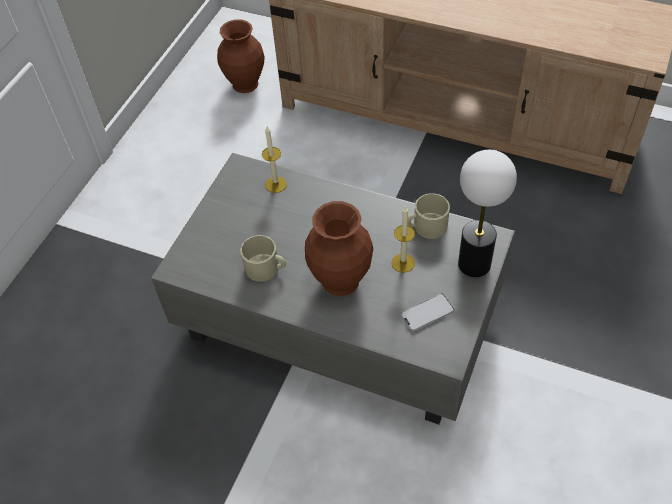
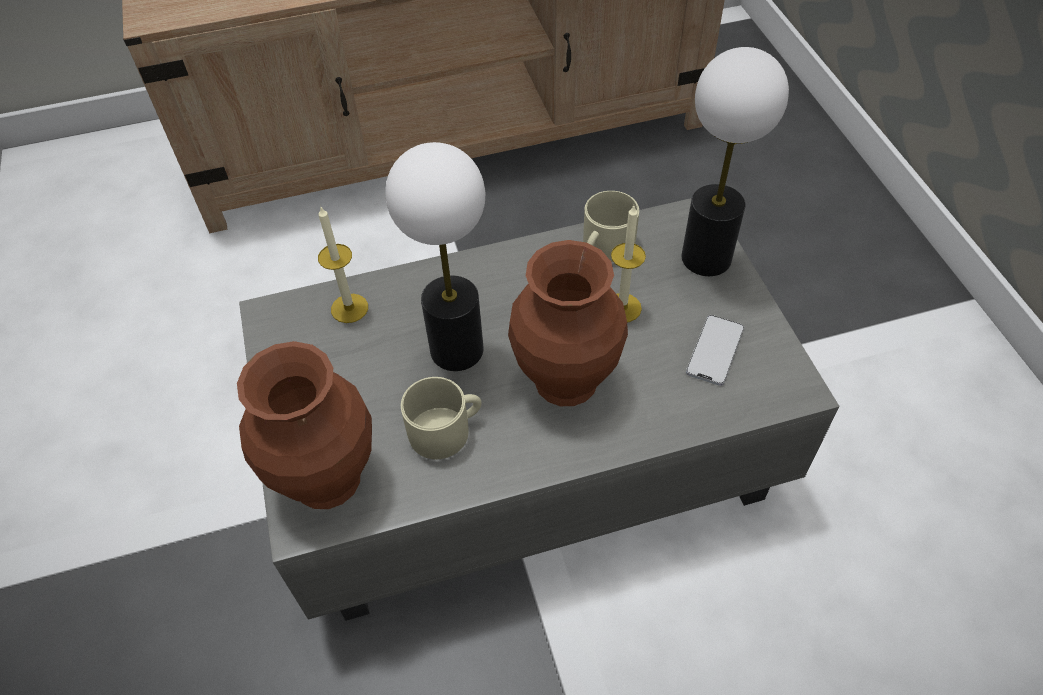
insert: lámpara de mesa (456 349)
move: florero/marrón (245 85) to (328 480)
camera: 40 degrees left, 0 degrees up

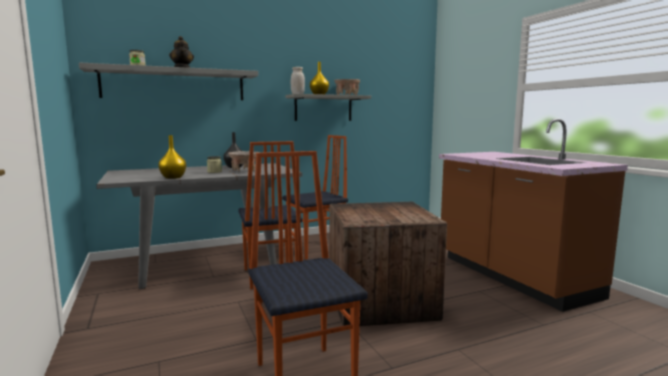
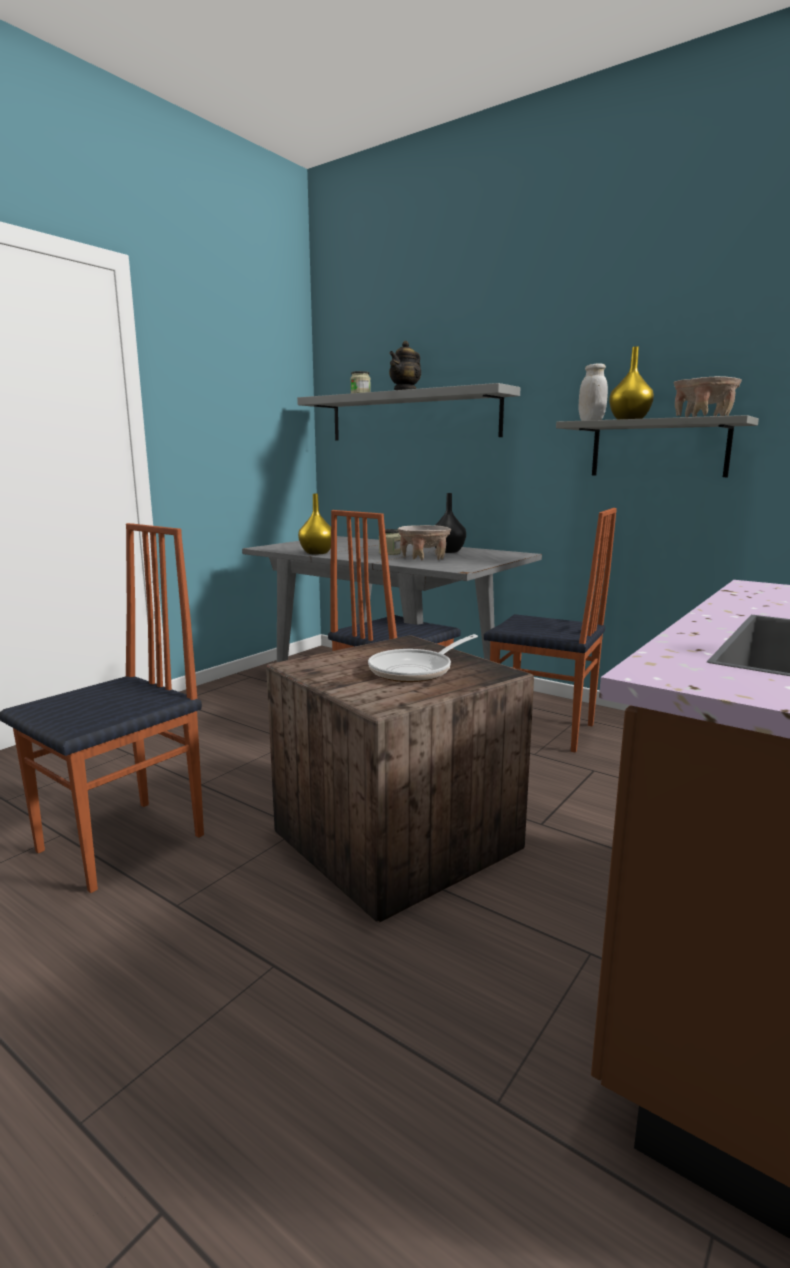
insert: sartén (416 670)
camera: 60 degrees right, 5 degrees up

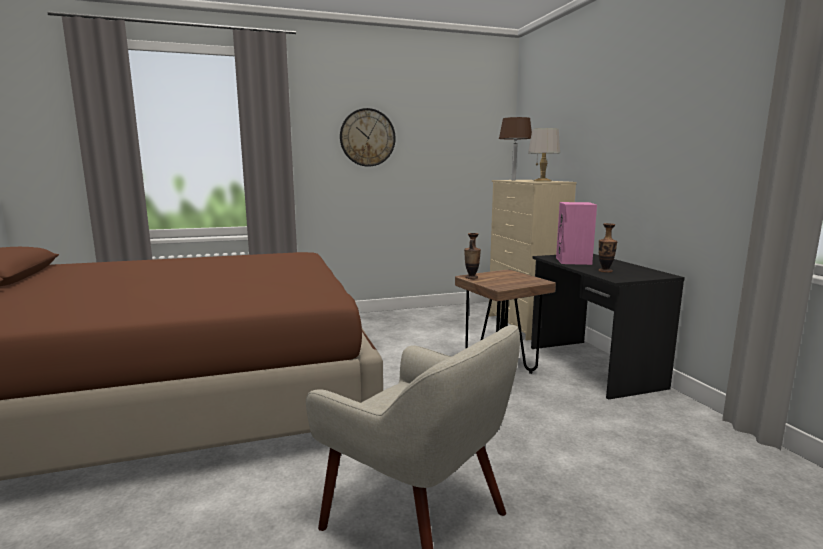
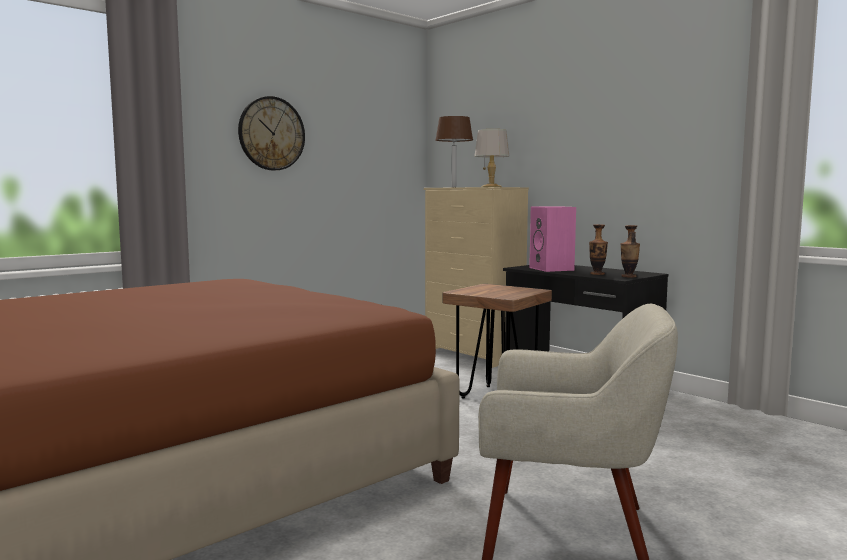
move: florero (471 278) to (628 276)
camera: 25 degrees left, 5 degrees down

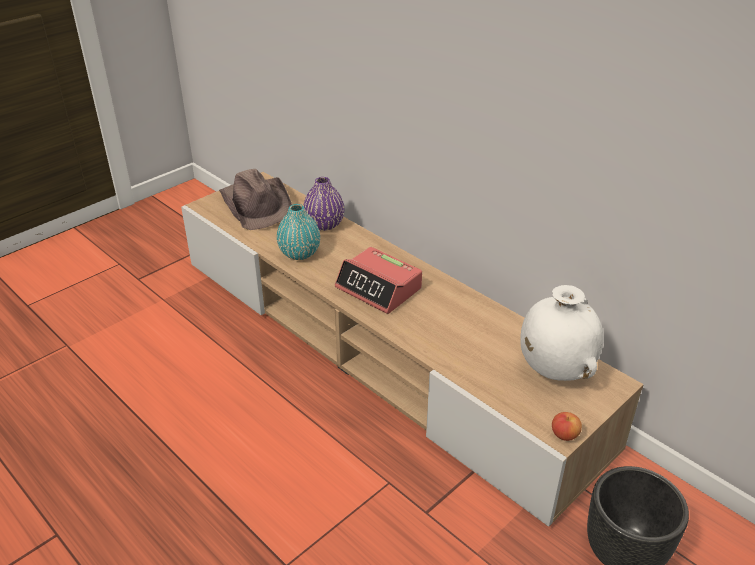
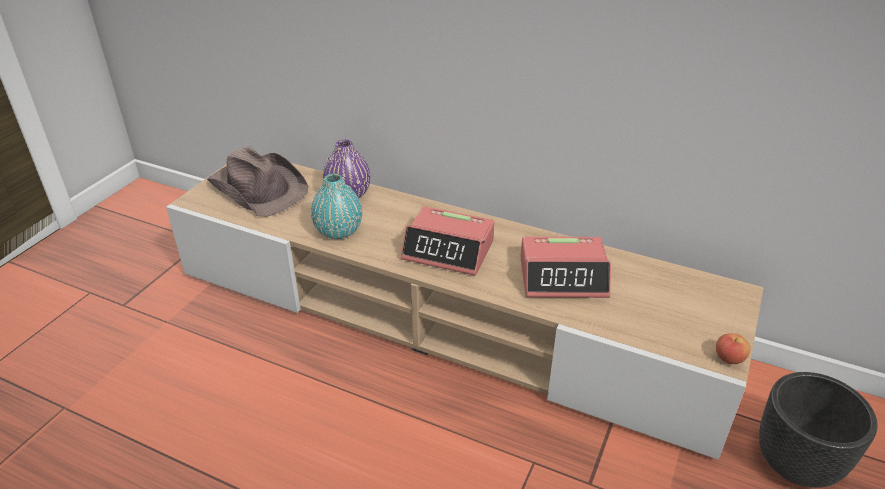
delete: florero/blanco (554 370)
insert: despertador (563 277)
camera: 20 degrees left, 0 degrees up

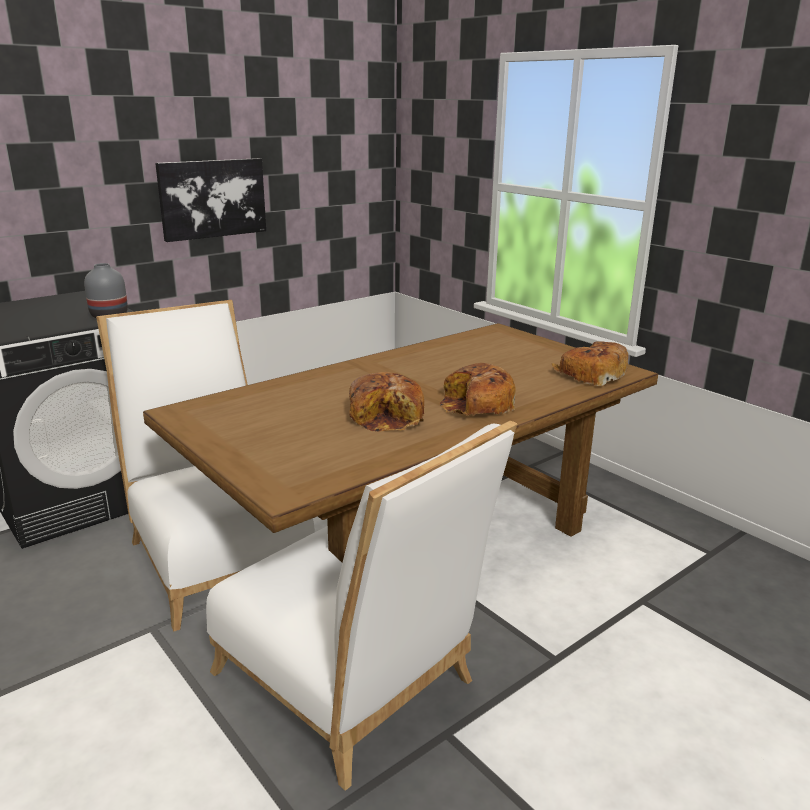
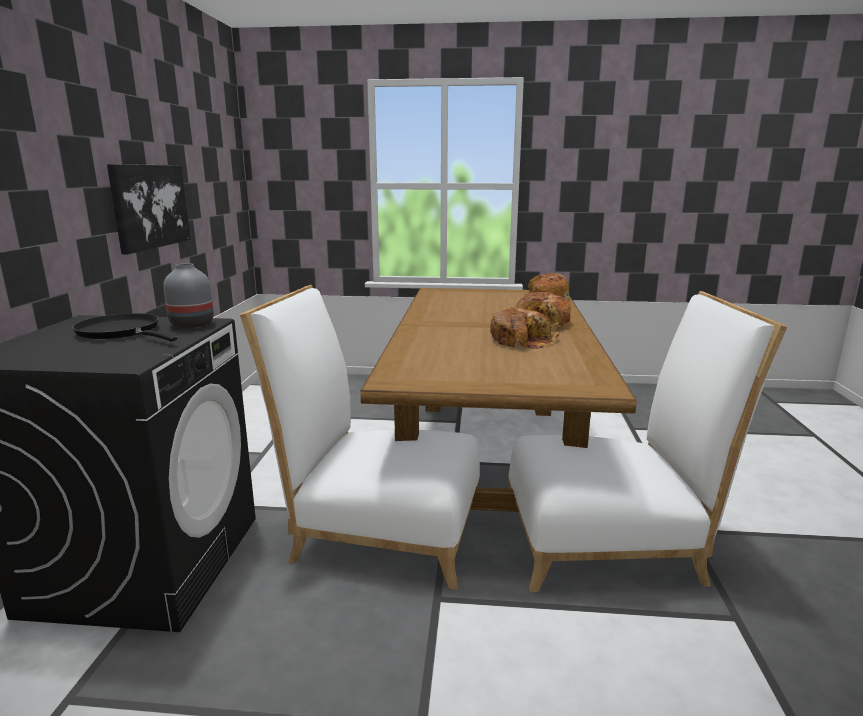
insert: sartén/negro (122 332)
camera: 45 degrees left, 5 degrees down

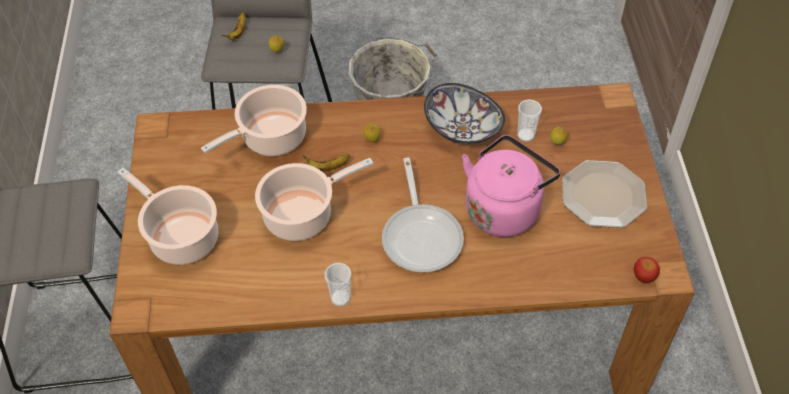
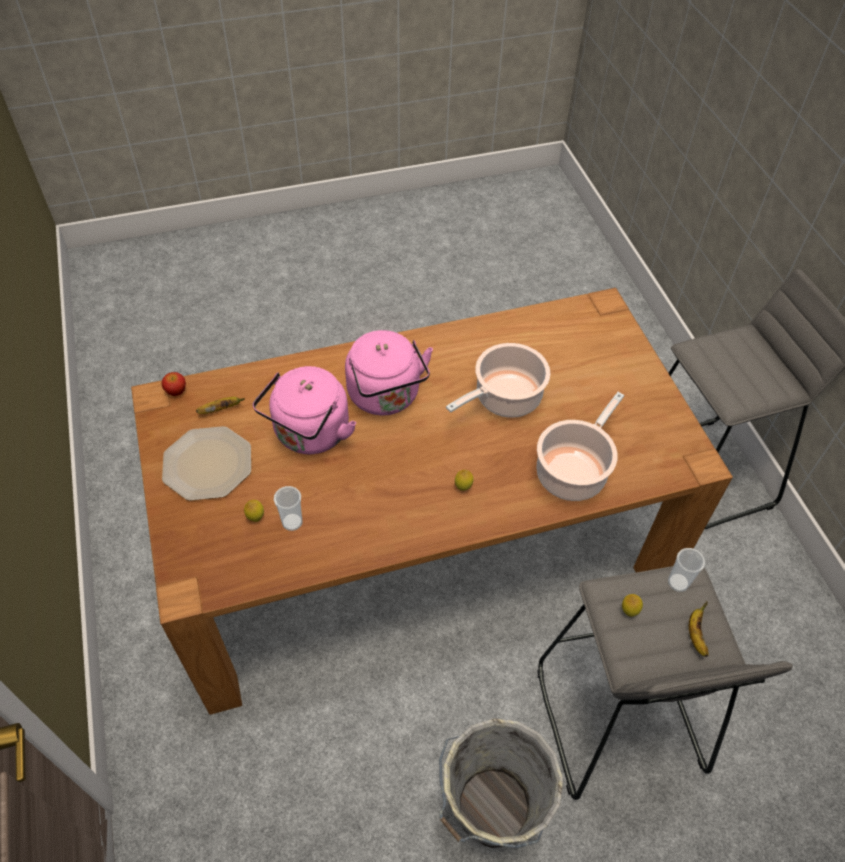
delete: cuenco (462 129); olla (181 236)
move: plátano (327 167) to (221 409); taza (340 298) to (678 582)
replace: sartén (421 235) to hervidor/rosa (386 397)
camera: 165 degrees right, 0 degrees up

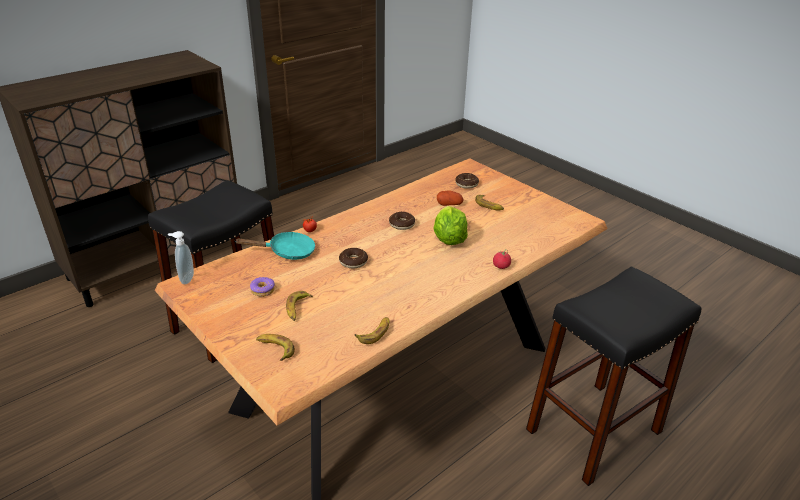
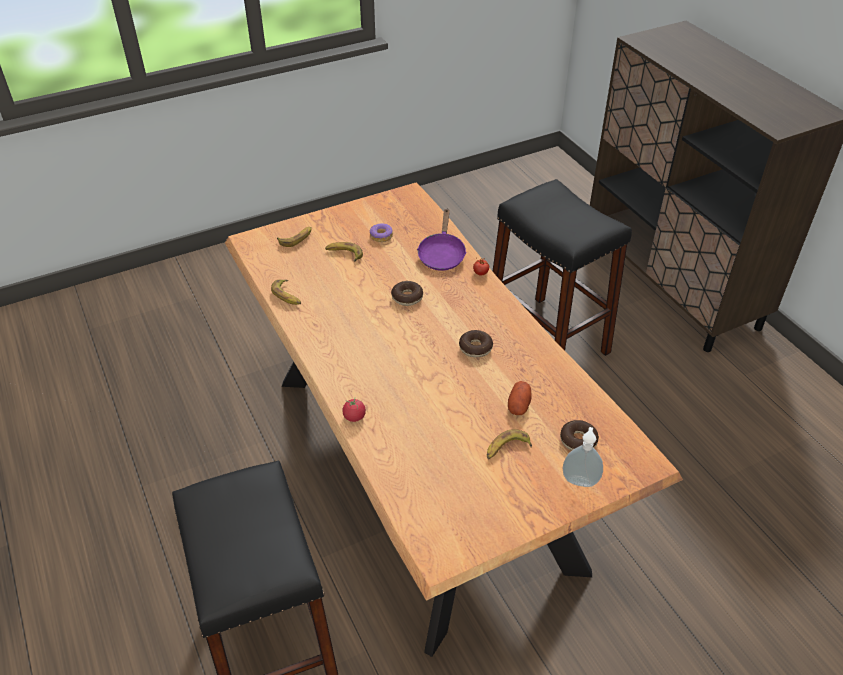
delete: lechuga (449 239)
move: dispensador de jabón (186 279) to (580 480)
recolor: sartén/turquesa (287 252) to sartén/morado (441 254)
camera: 105 degrees right, 10 degrees up

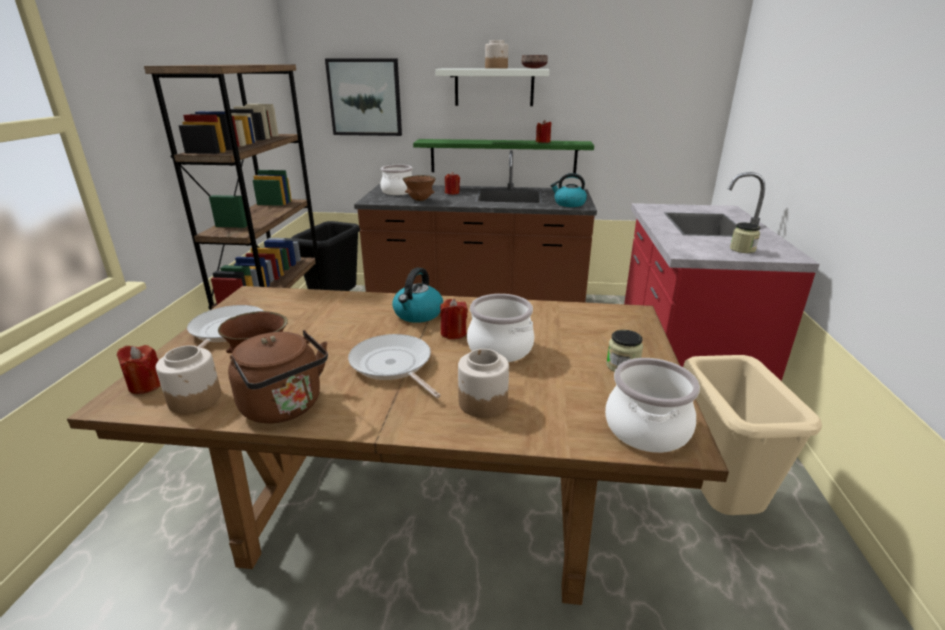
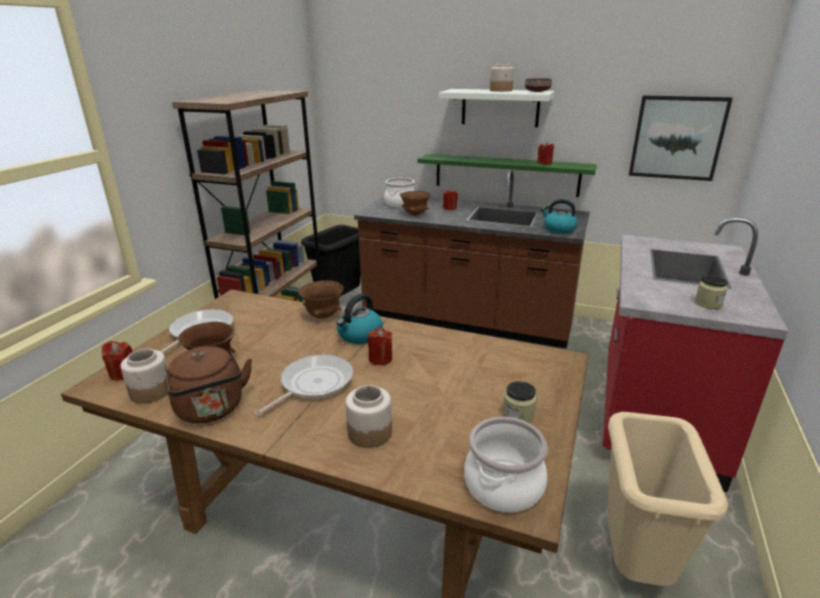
delete: olla (499 349)
insert: cuenco/marrón (323 316)
move: cuadro (365 97) to (677 138)
rotate: sartén (393 365) = (313 384) 60 degrees clockwise
camera: 15 degrees right, 0 degrees up

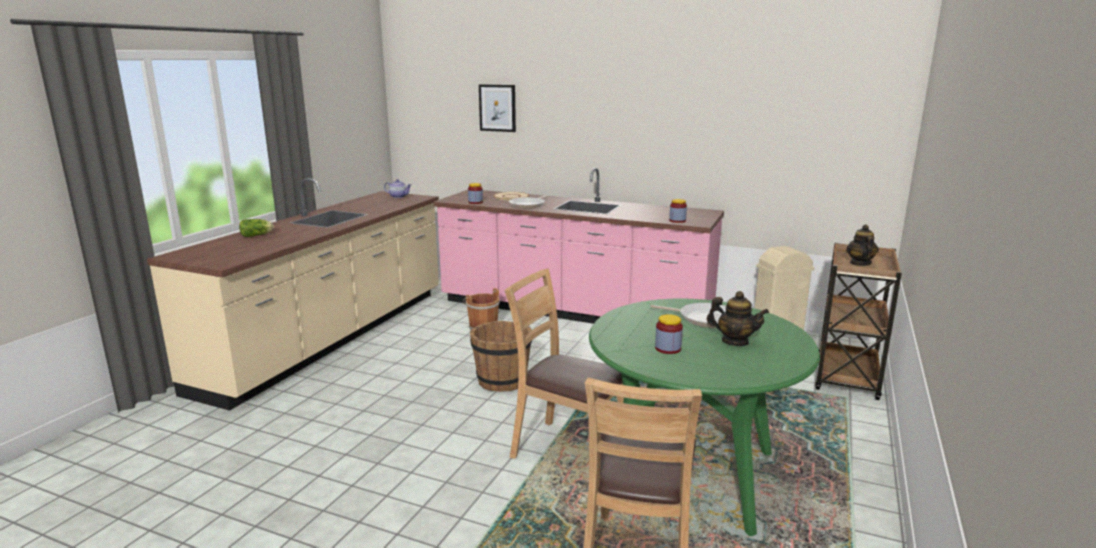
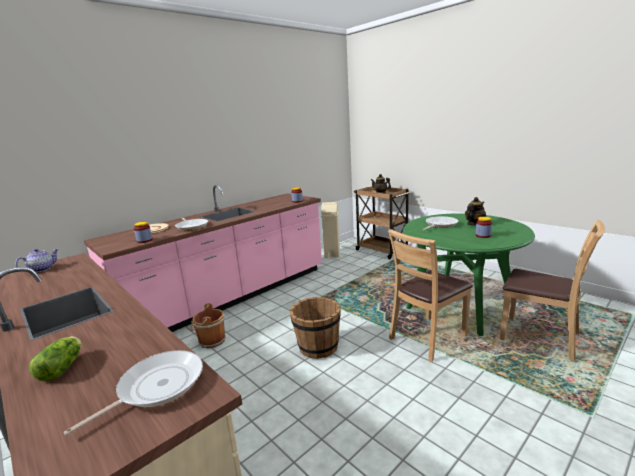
delete: cuadro (497 108)
insert: sartén (157 387)
camera: 65 degrees left, 0 degrees up

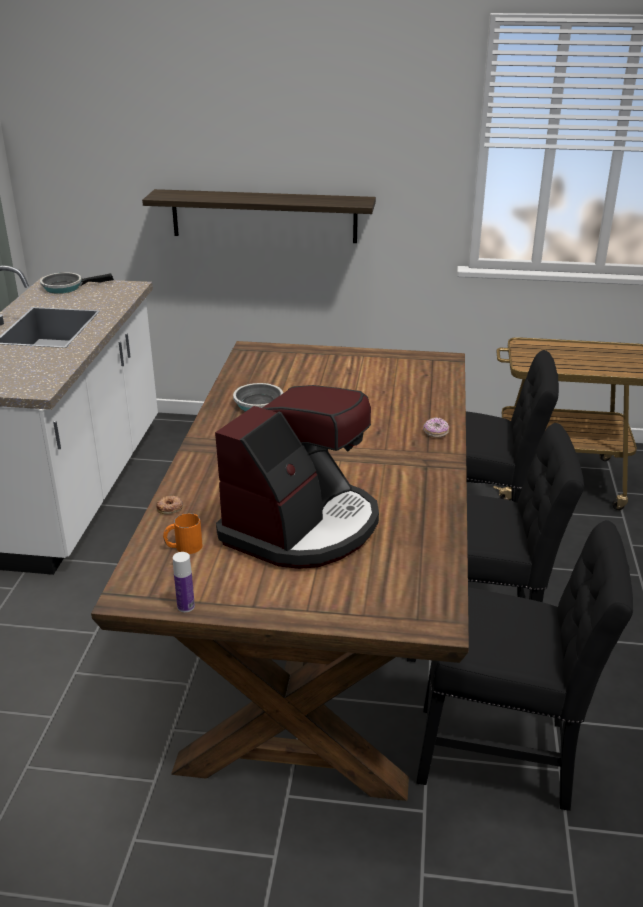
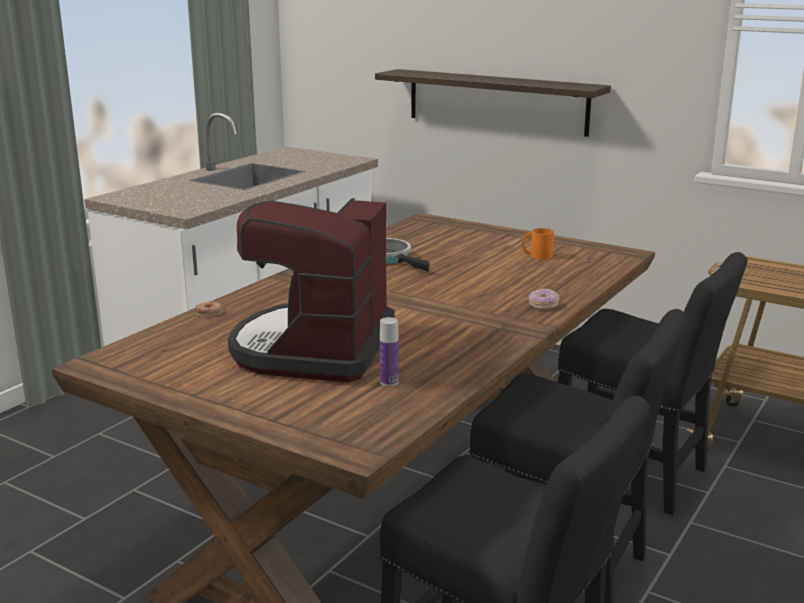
delete: sartén (66 287)
move: taza grande/naranja (183 547) to (536 256); botella (186 606) to (389 382)
rotate: cafetera (302 526) = (314 349) 135 degrees clockwise
camera: 25 degrees right, 10 degrees down

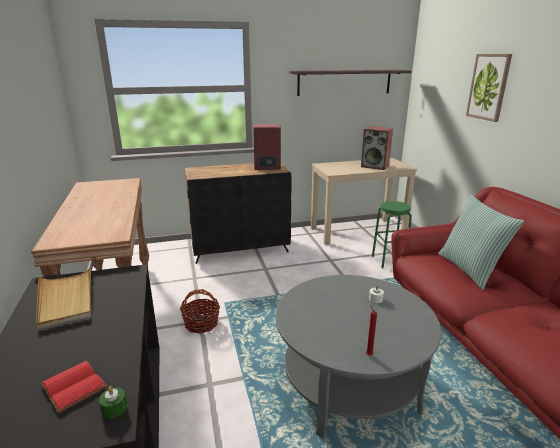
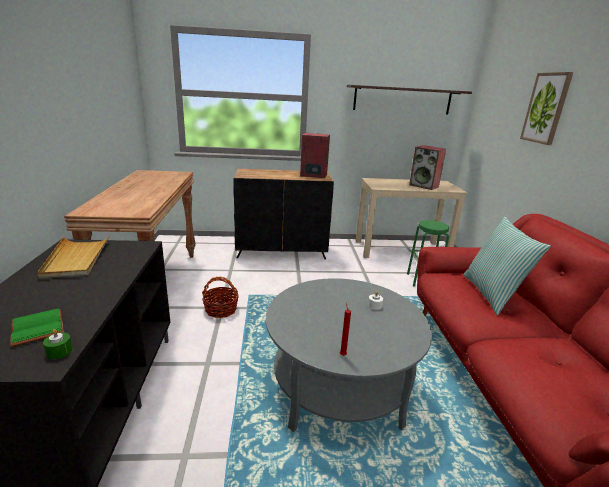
recolor: libro/rojo (71 387) to libro/verde (36 328)
camera: 10 degrees right, 0 degrees up

